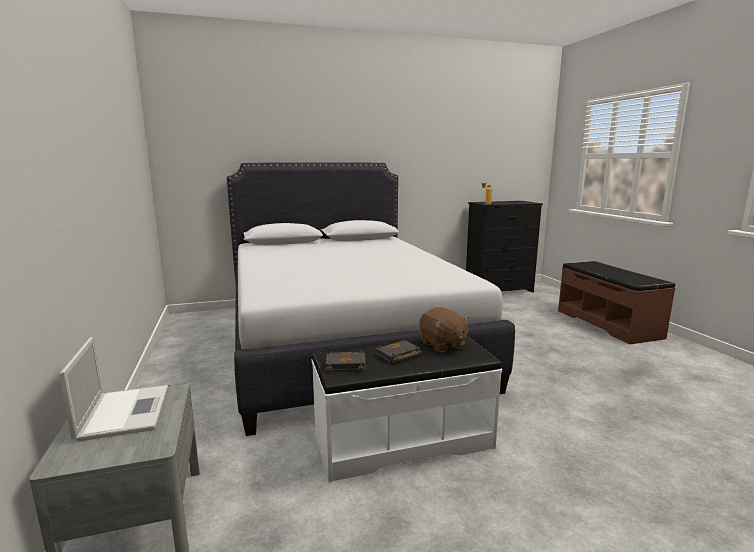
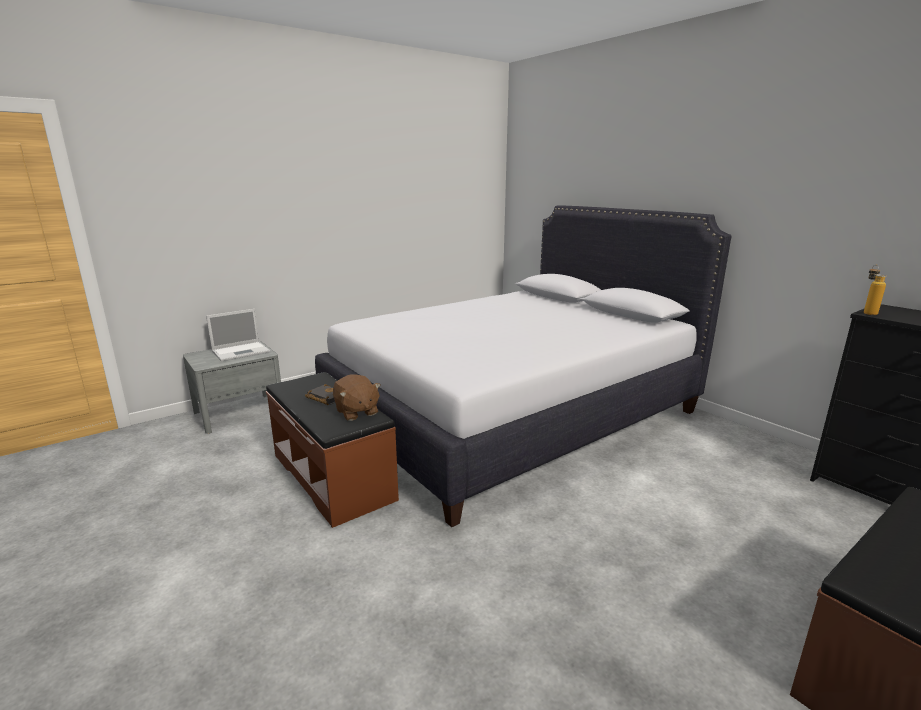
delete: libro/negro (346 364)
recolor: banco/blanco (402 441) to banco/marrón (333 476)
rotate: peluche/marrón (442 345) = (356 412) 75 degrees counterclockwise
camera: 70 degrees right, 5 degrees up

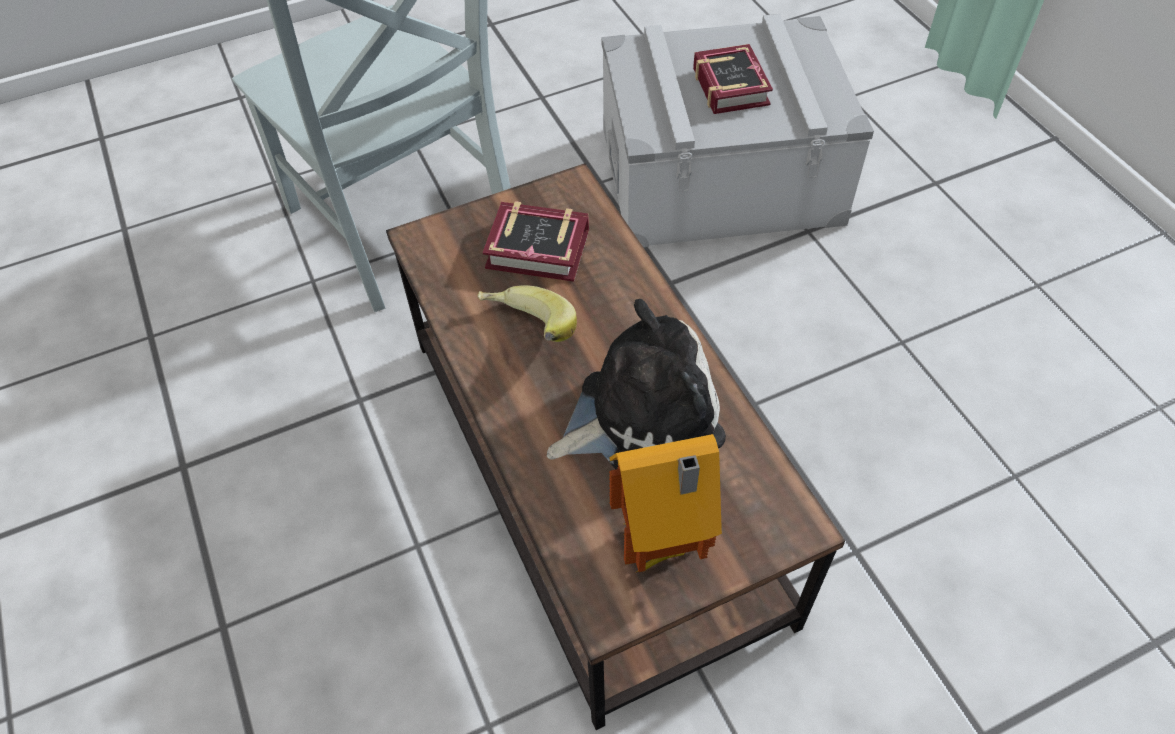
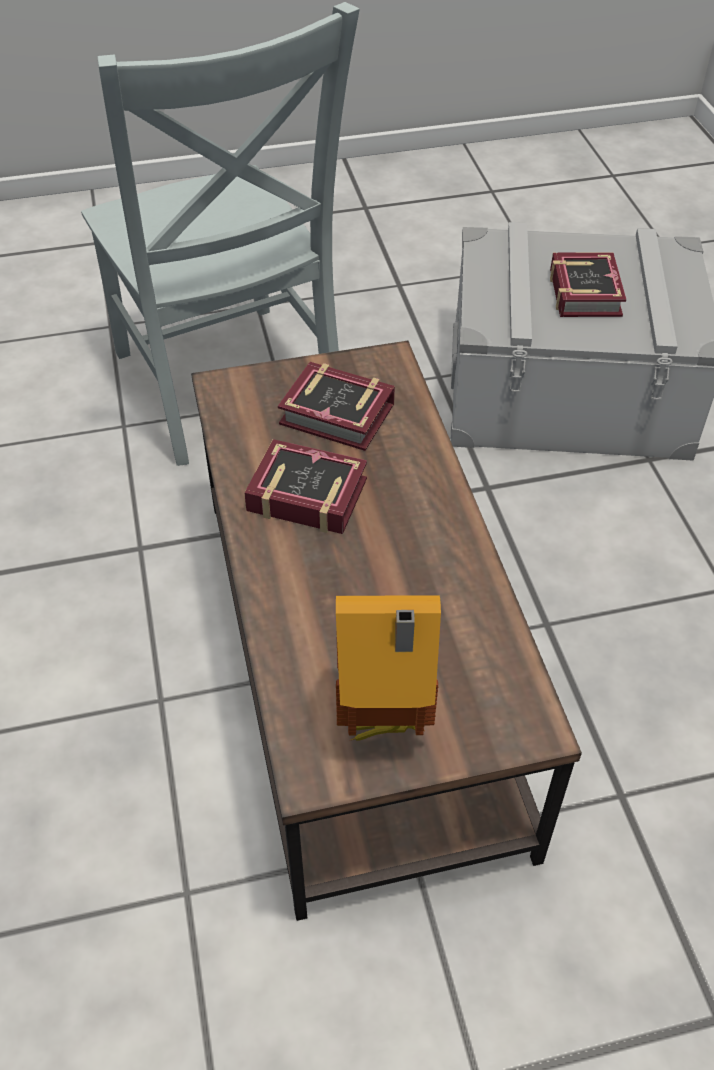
delete: peluche (641 415)
replace: plátano (526 333) to libro (303 492)
camera: 10 degrees right, 5 degrees down

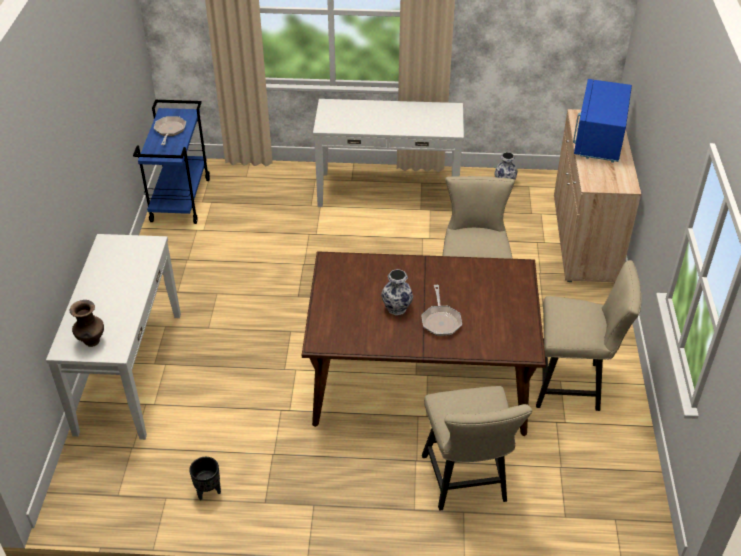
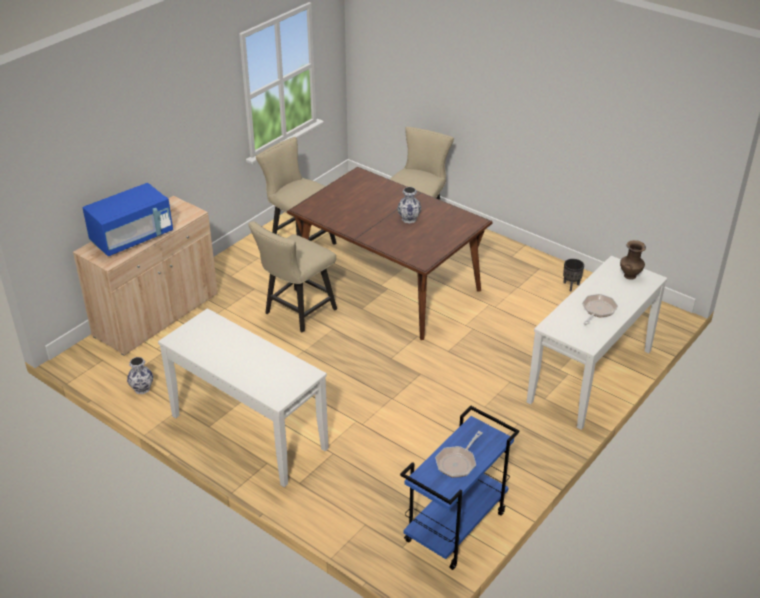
move: sartén (440 321) to (598 310)
camera: 145 degrees left, 5 degrees down

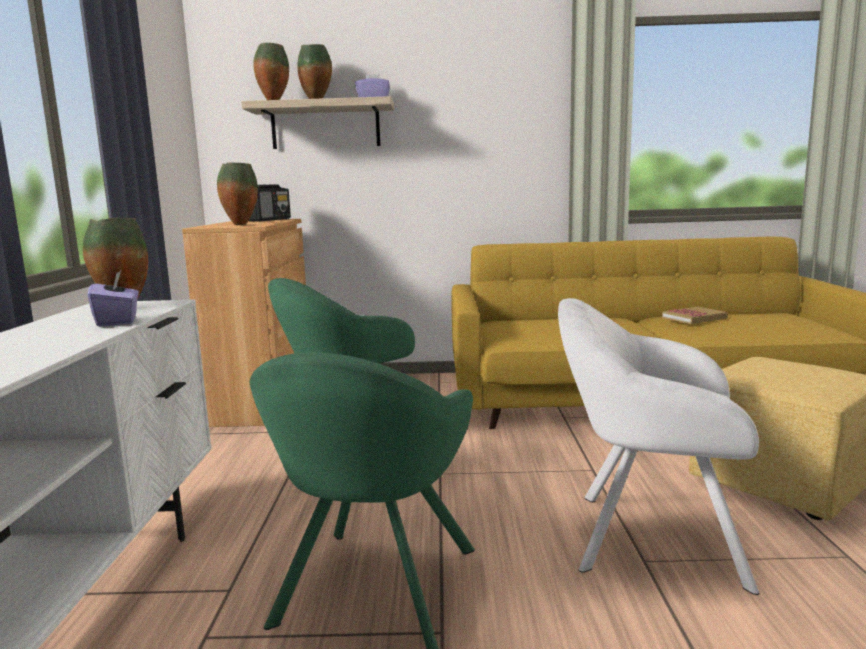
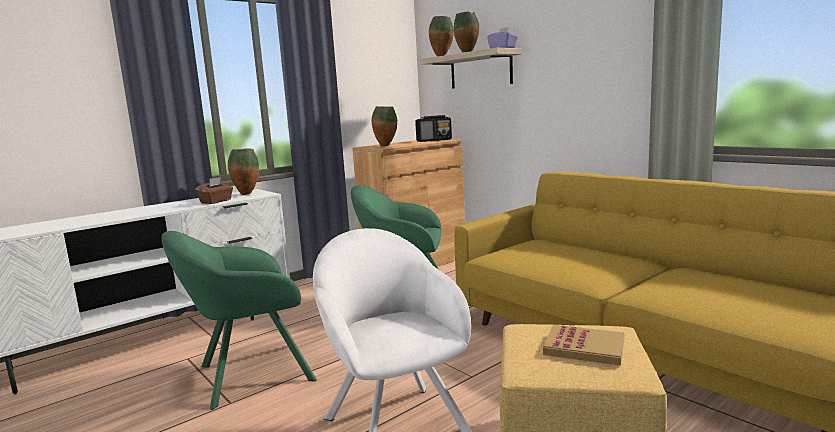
move: libro (694 318) to (584 348)
recolor: caja de pañuelos/morado (118 321) to caja de pañuelos/marrón (216 201)
camera: 50 degrees right, 0 degrees up

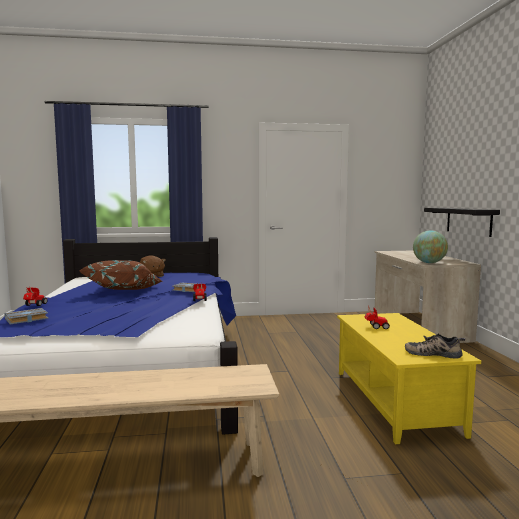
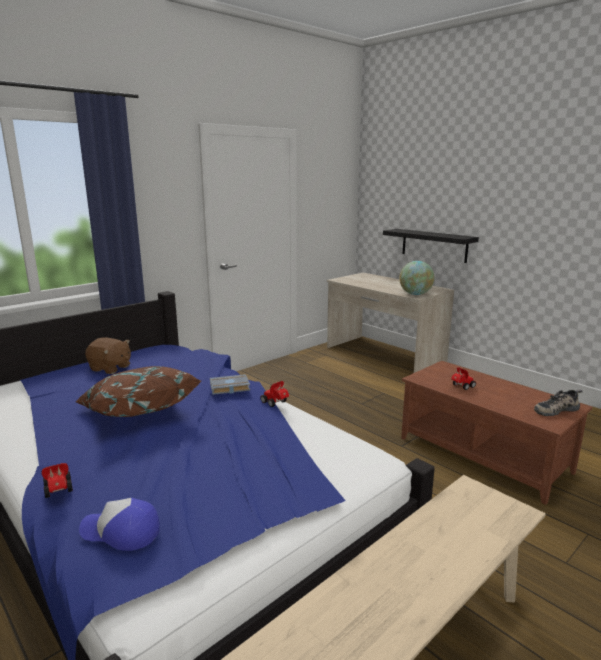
replace: libro/gris (26 319) to gorra (121 532)
recolor: mesa de centro/amarillo (396 401) to mesa de centro/marrón (484 454)
camera: 35 degrees left, 10 degrees up

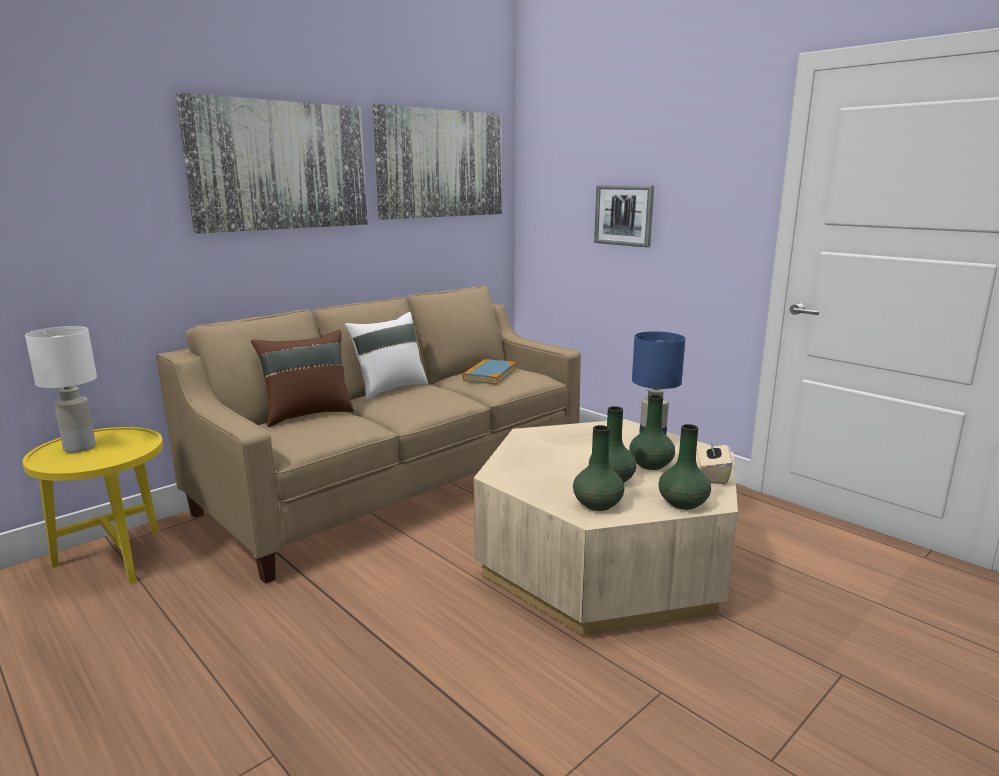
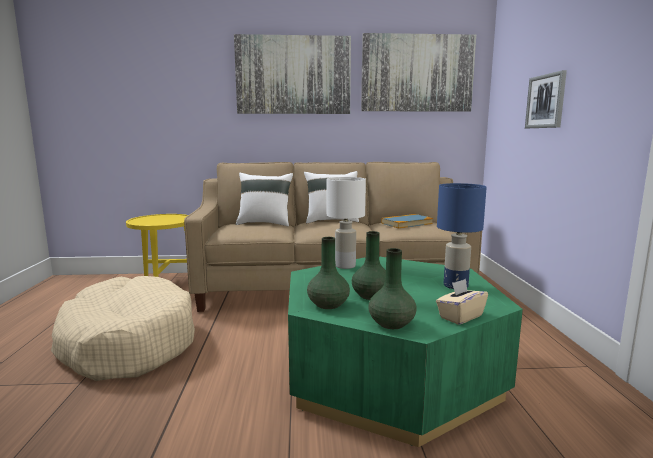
delete: florero/verde (650 465)
insert: cama para perro/beis (128 343)
move: lámpara de mesa/blanco (79 448) to (345 266)
recolor: cojín/marrón (307 414) to cojín/blanco (265 223); mesa de centro/beis (604 560) to mesa de centro/verde (390 372)
camera: 40 degrees right, 5 degrees down

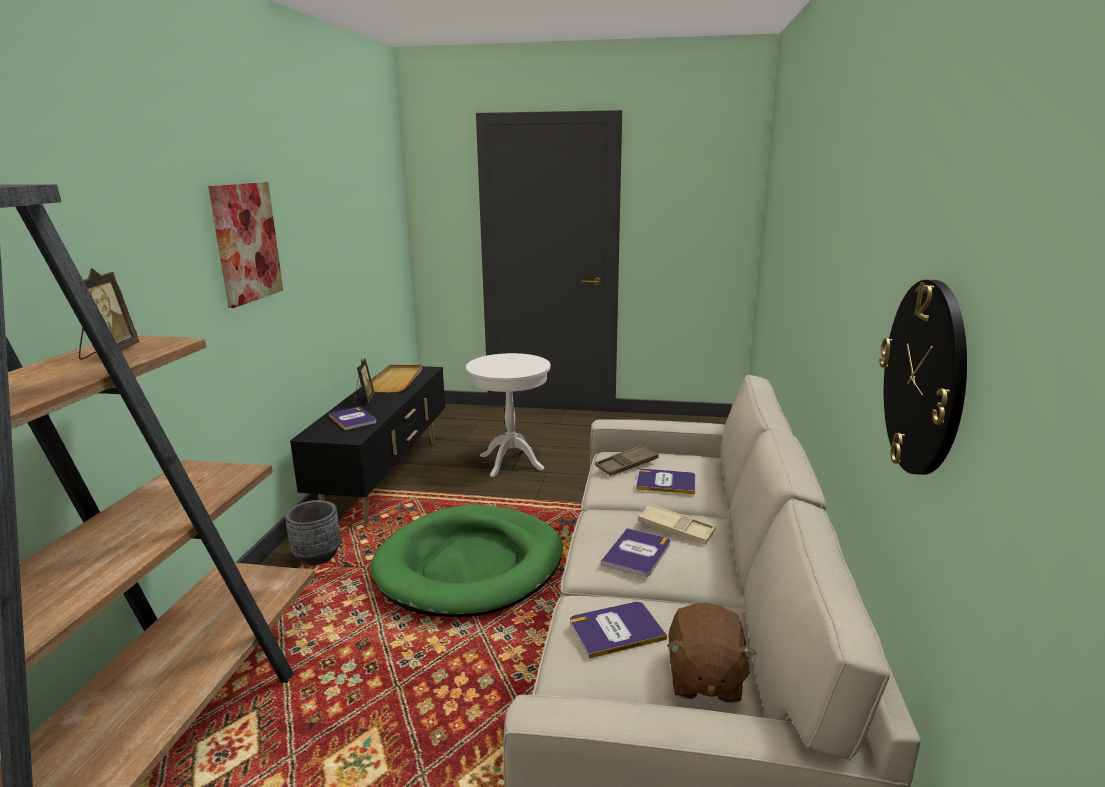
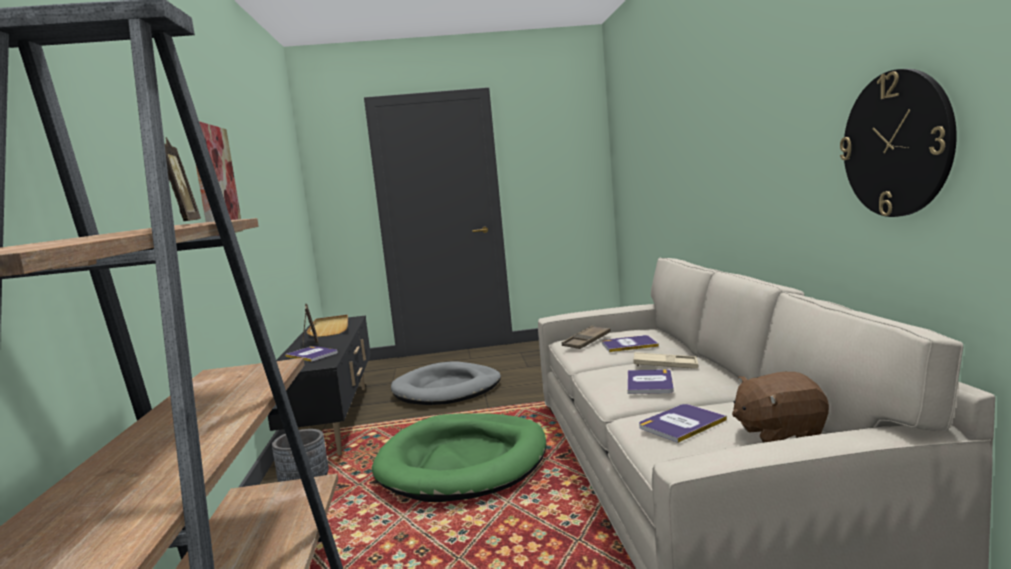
replace: mesa auxiliar/blanco (511 462) to cama para perro/gris (447 389)
rotate: peluche/marrón (704 679) = (778 433) 90 degrees clockwise
camera: 15 degrees left, 10 degrees down

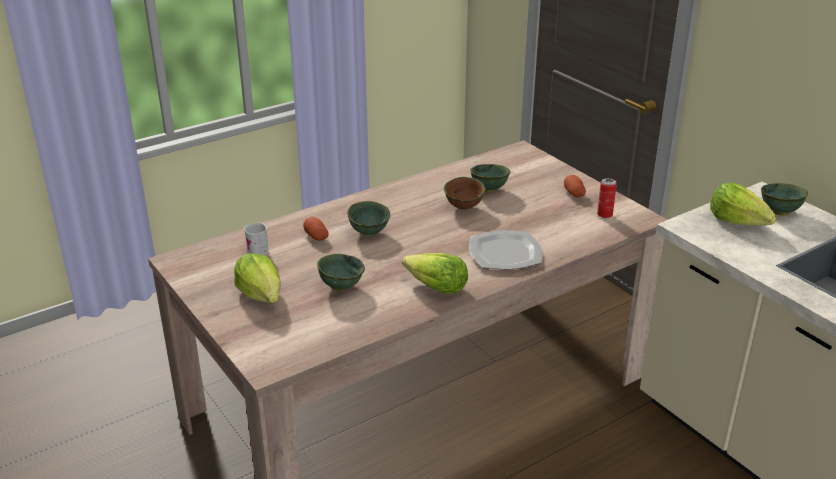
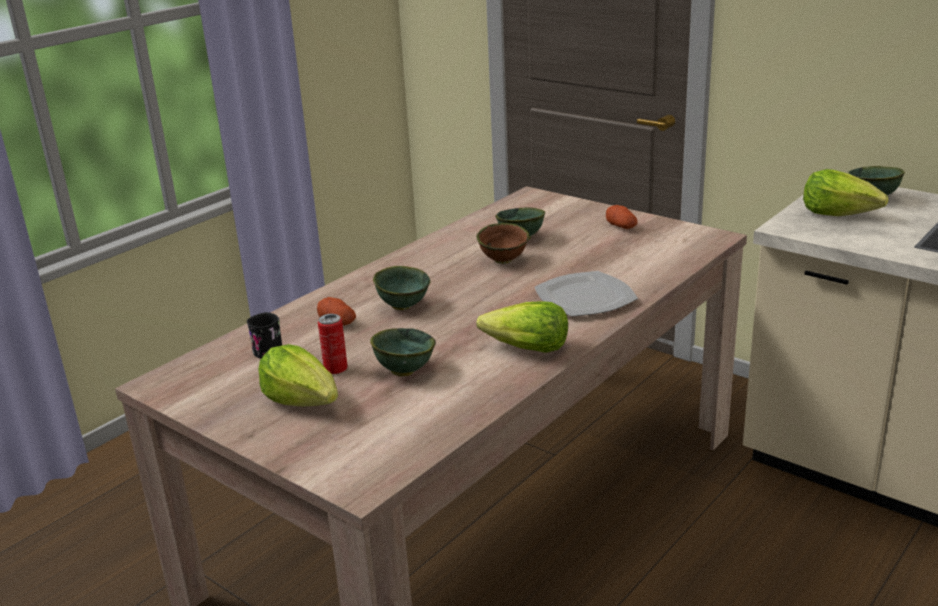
move: lata (604 215) to (335 369)
recolor: taza grande/blanco (256 249) to taza grande/negro (265 350)
camera: 15 degrees left, 5 degrees down

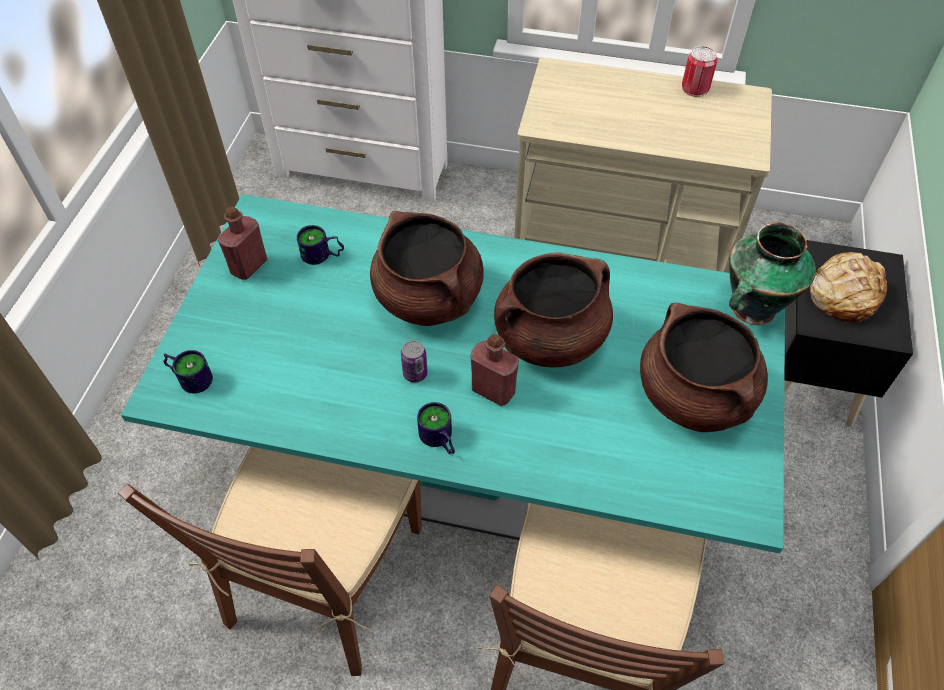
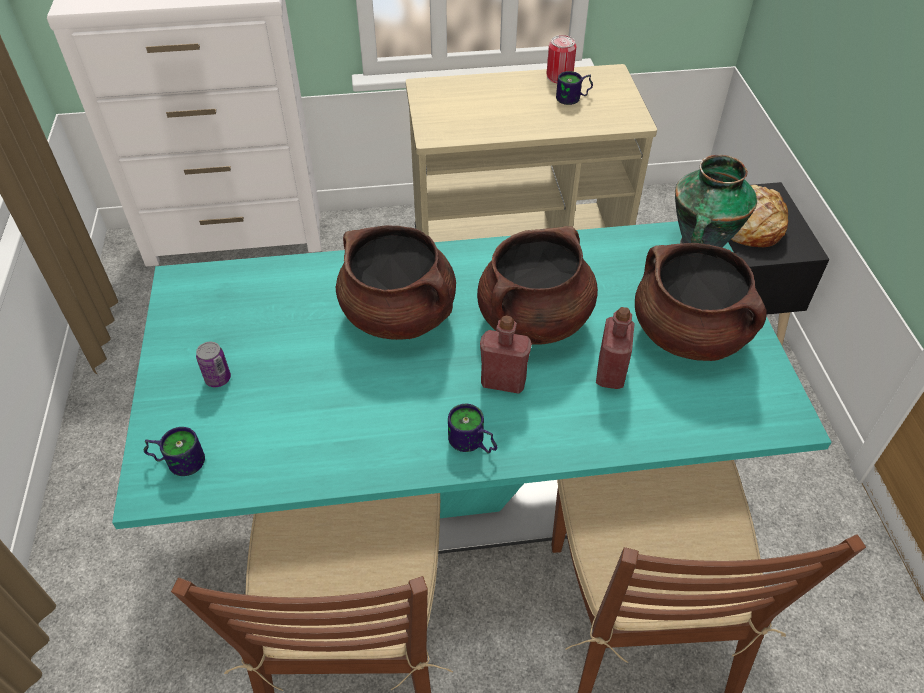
move: botella/rojo (249 266) to (610 373); taza grande (322 256) to (574 98); lata (415 373) to (218 379)
camera: 20 degrees left, 5 degrees down

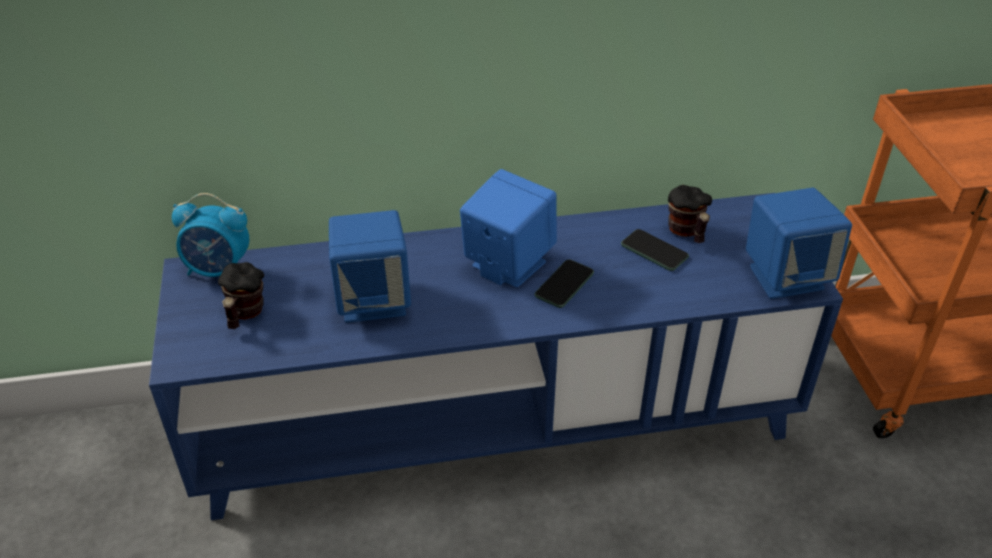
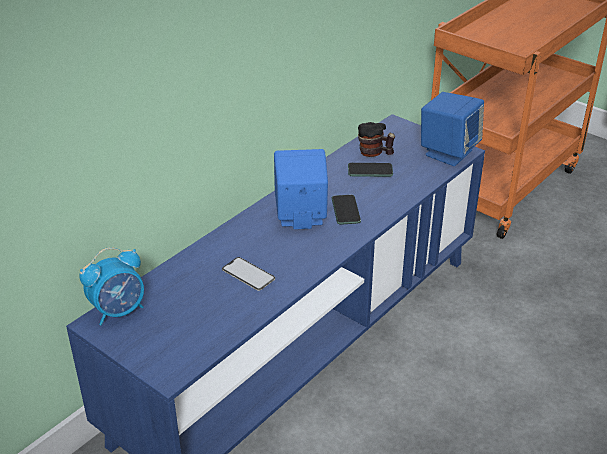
delete: taza grande (244 314)
replace: altavoz/azul (374 300) to móvil (248 274)
camera: 40 degrees left, 5 degrees down

